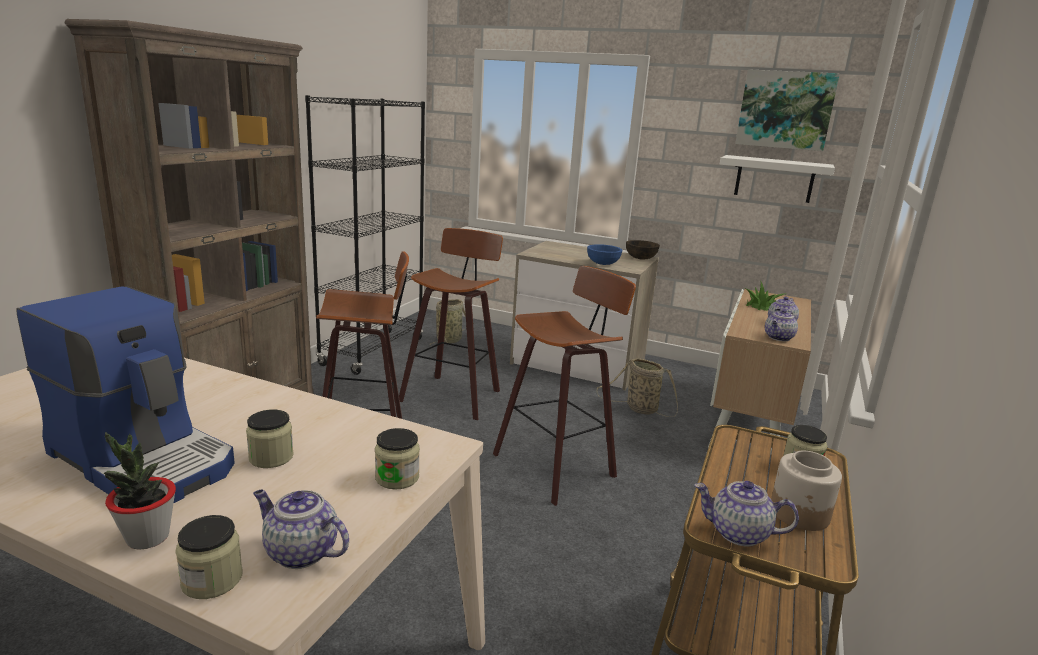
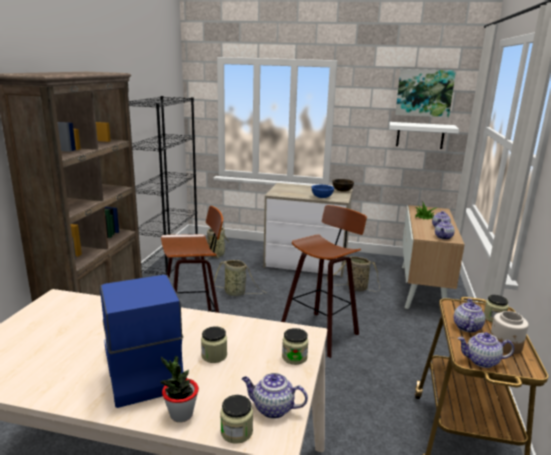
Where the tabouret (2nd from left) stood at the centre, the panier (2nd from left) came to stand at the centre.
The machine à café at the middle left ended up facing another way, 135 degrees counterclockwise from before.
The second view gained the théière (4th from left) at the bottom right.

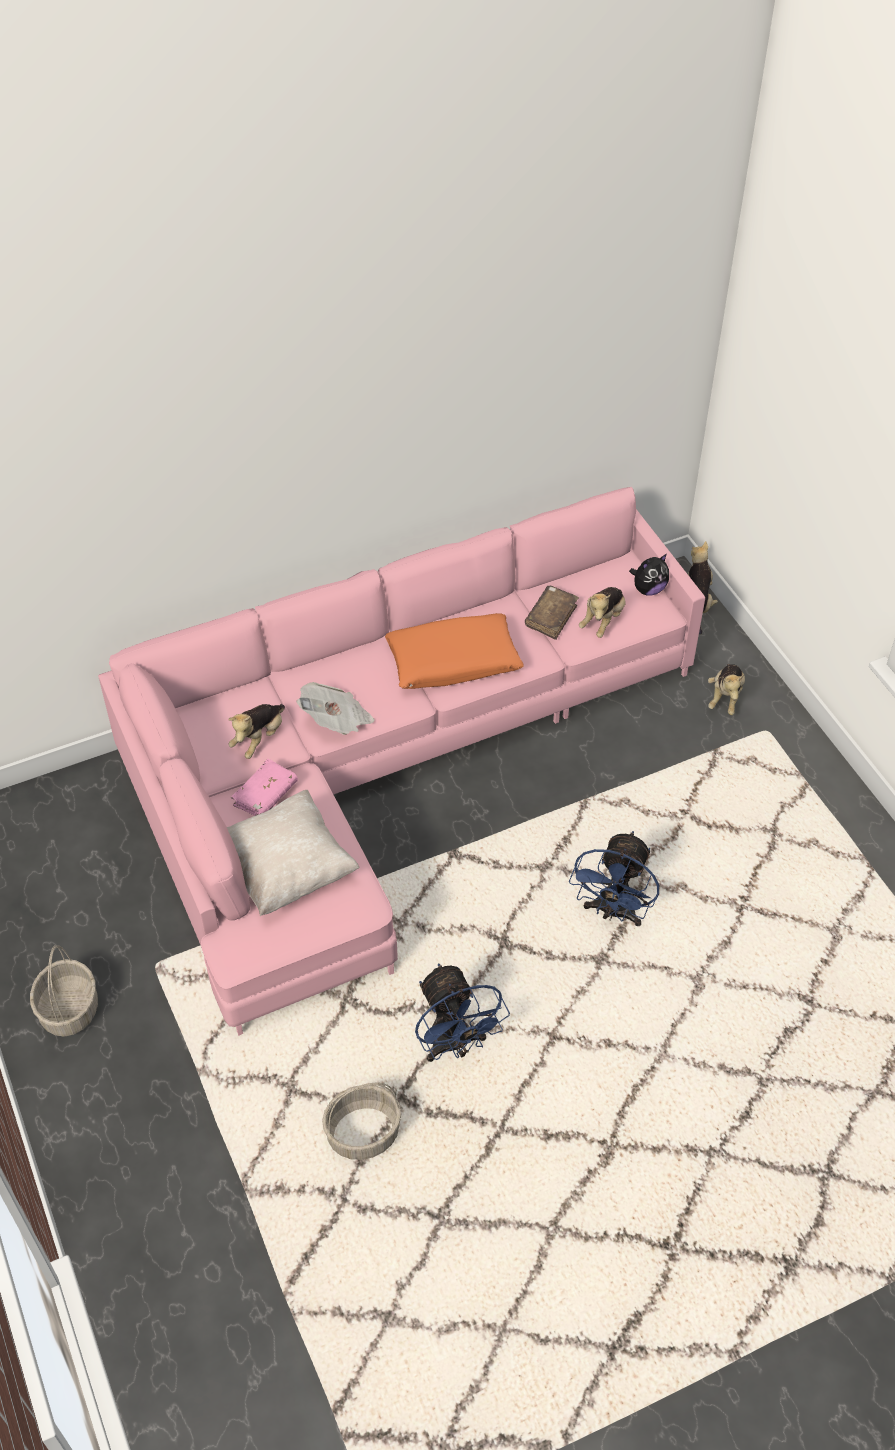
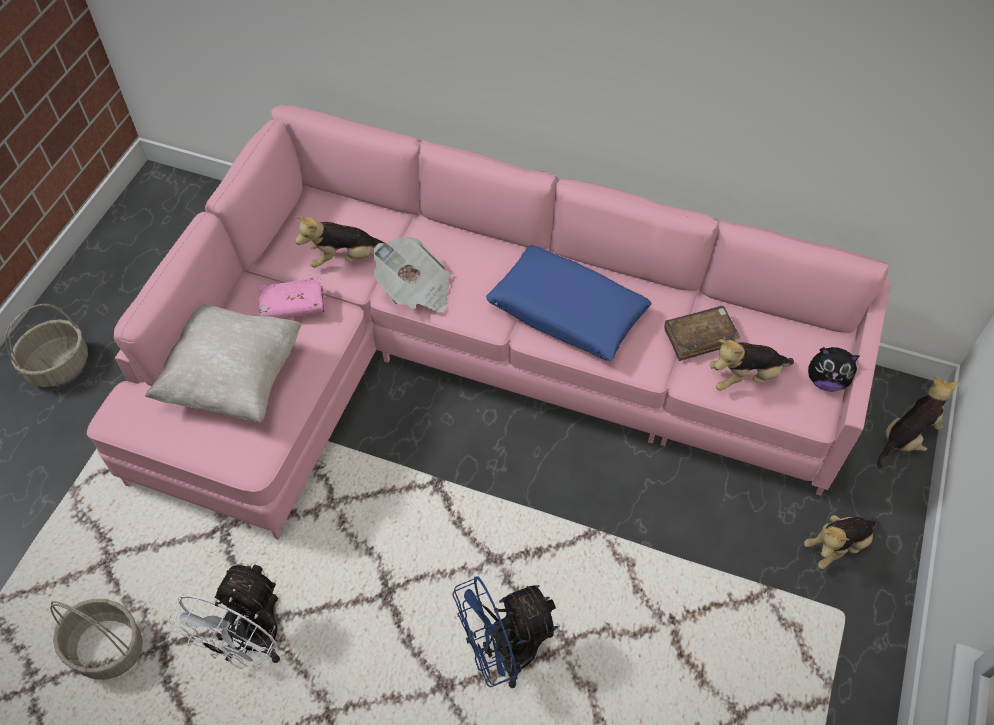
What was the coussin/orange at the centre turned into the coussin/bleu at the centre.
What was the ventilateur/bleu (1st from left) at the bottom centre turned into the ventilateur/blanc at the bottom left.

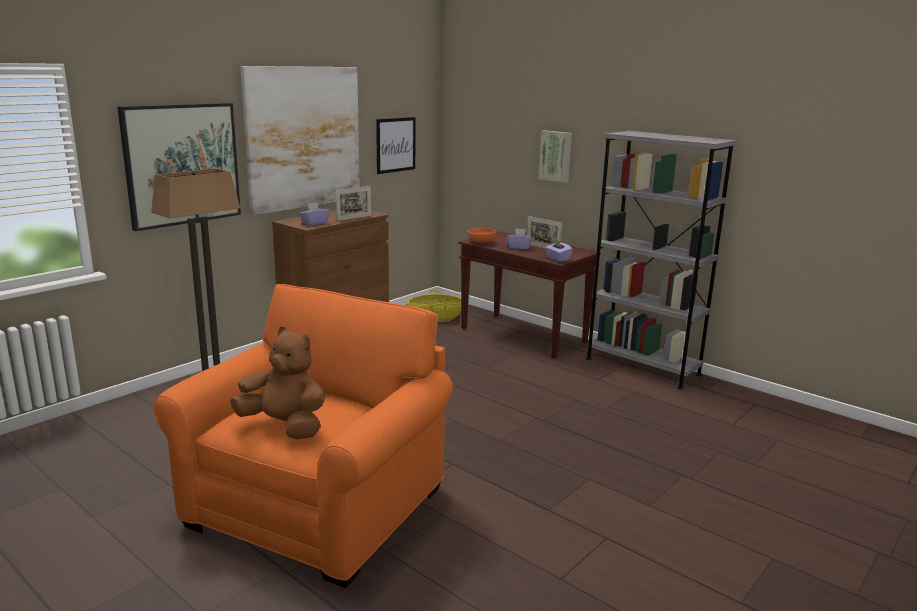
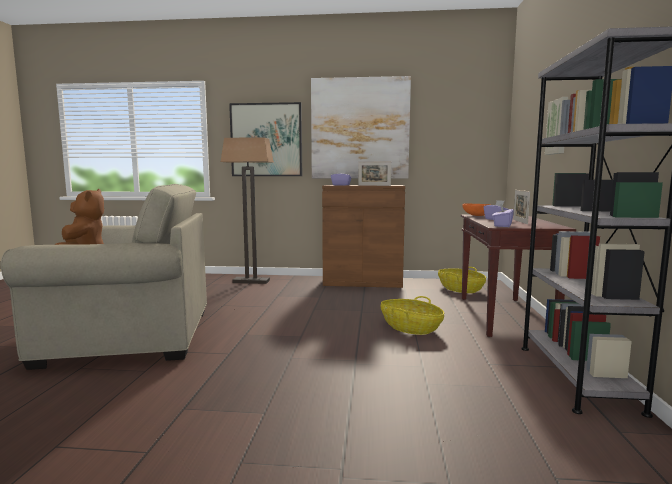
The second view lost the tableau (3rd from left) at the top centre.
What was the fauteuil/orange at the bottom left turned into the fauteuil/beige at the middle left.
The second view gained the panier (1st from left) at the centre.

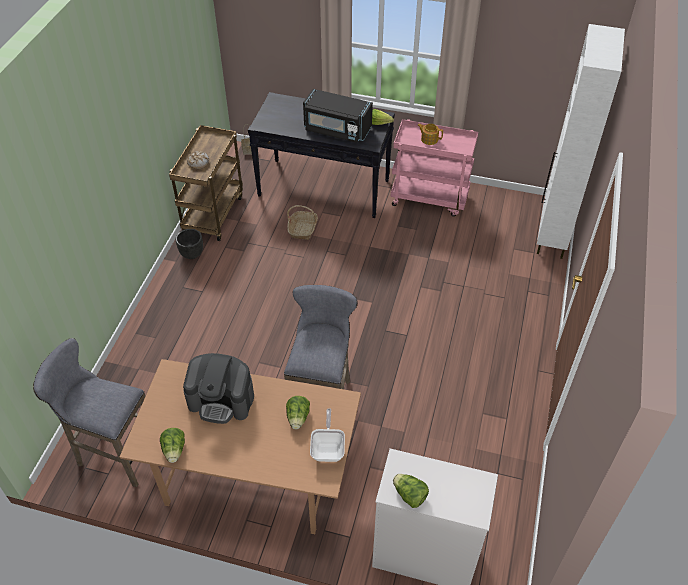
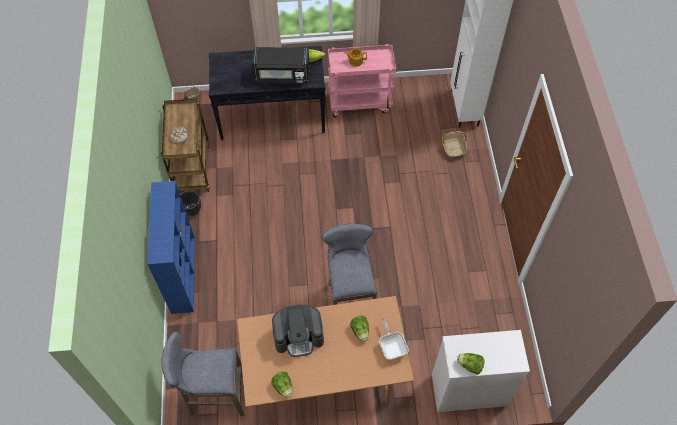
The panier (2nd from left) ended up elsewhere, having gone from the centre to the middle right.
The second view gained the bibliothèque/bleu at the middle left.

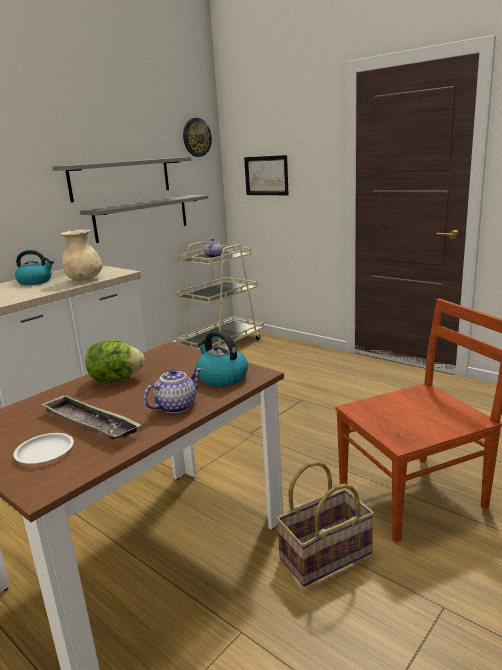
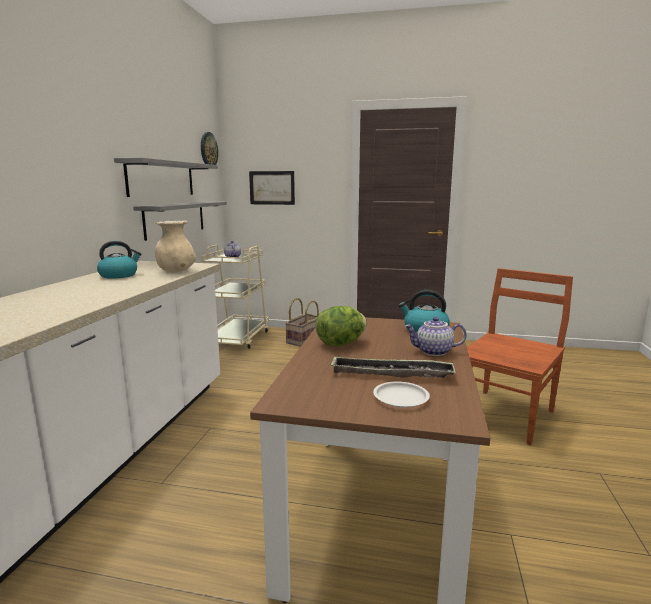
The théière (1st from left in the first image) at the centre ended up facing another way, 105 degrees counterclockwise from before.
The panier ended up elsewhere, having gone from the bottom centre to the centre.

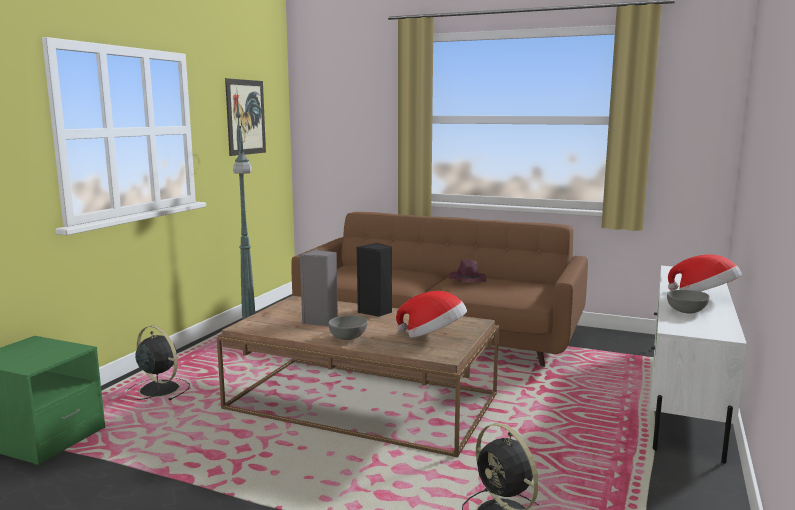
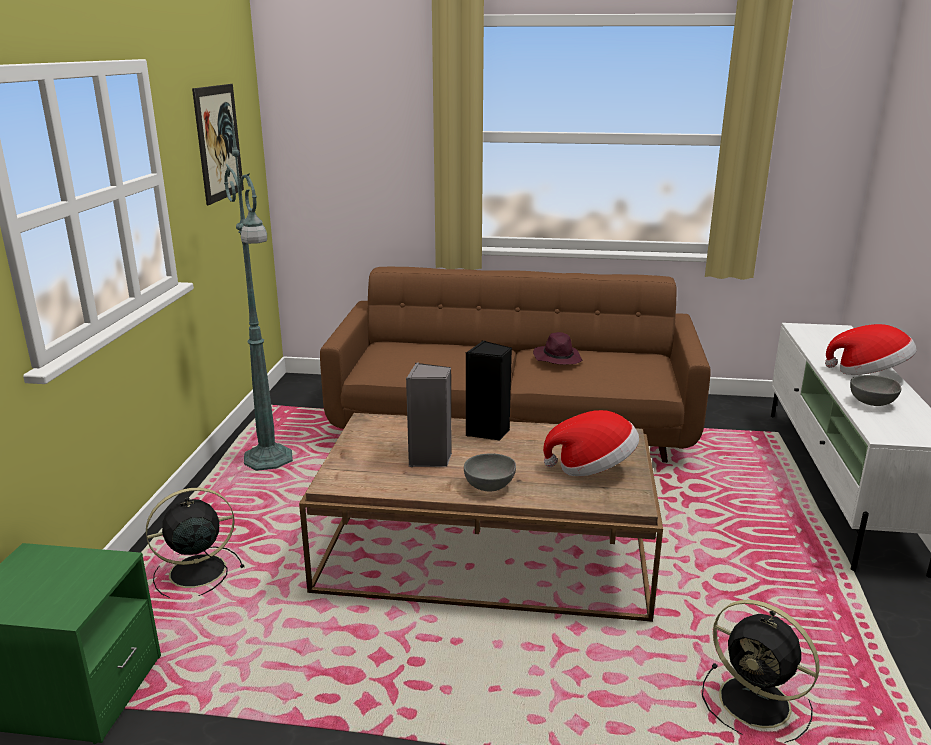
The ventilateur/noir (1st from left) at the bottom left ended up facing another way, 45 degrees counterclockwise from before.

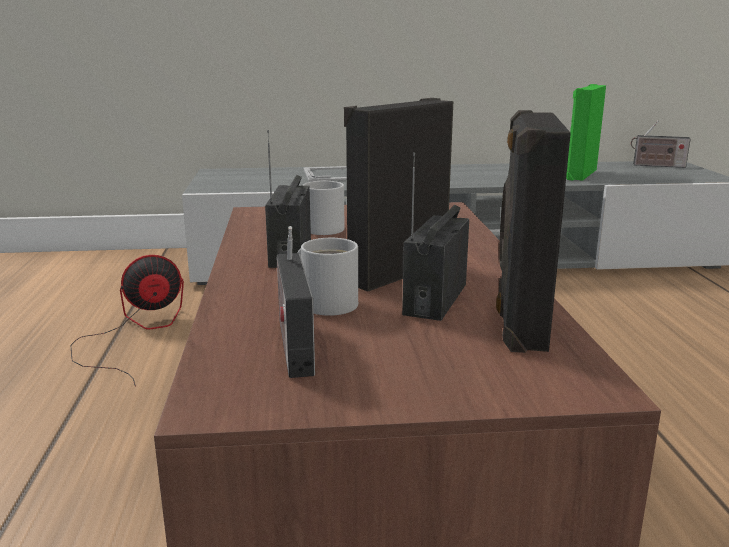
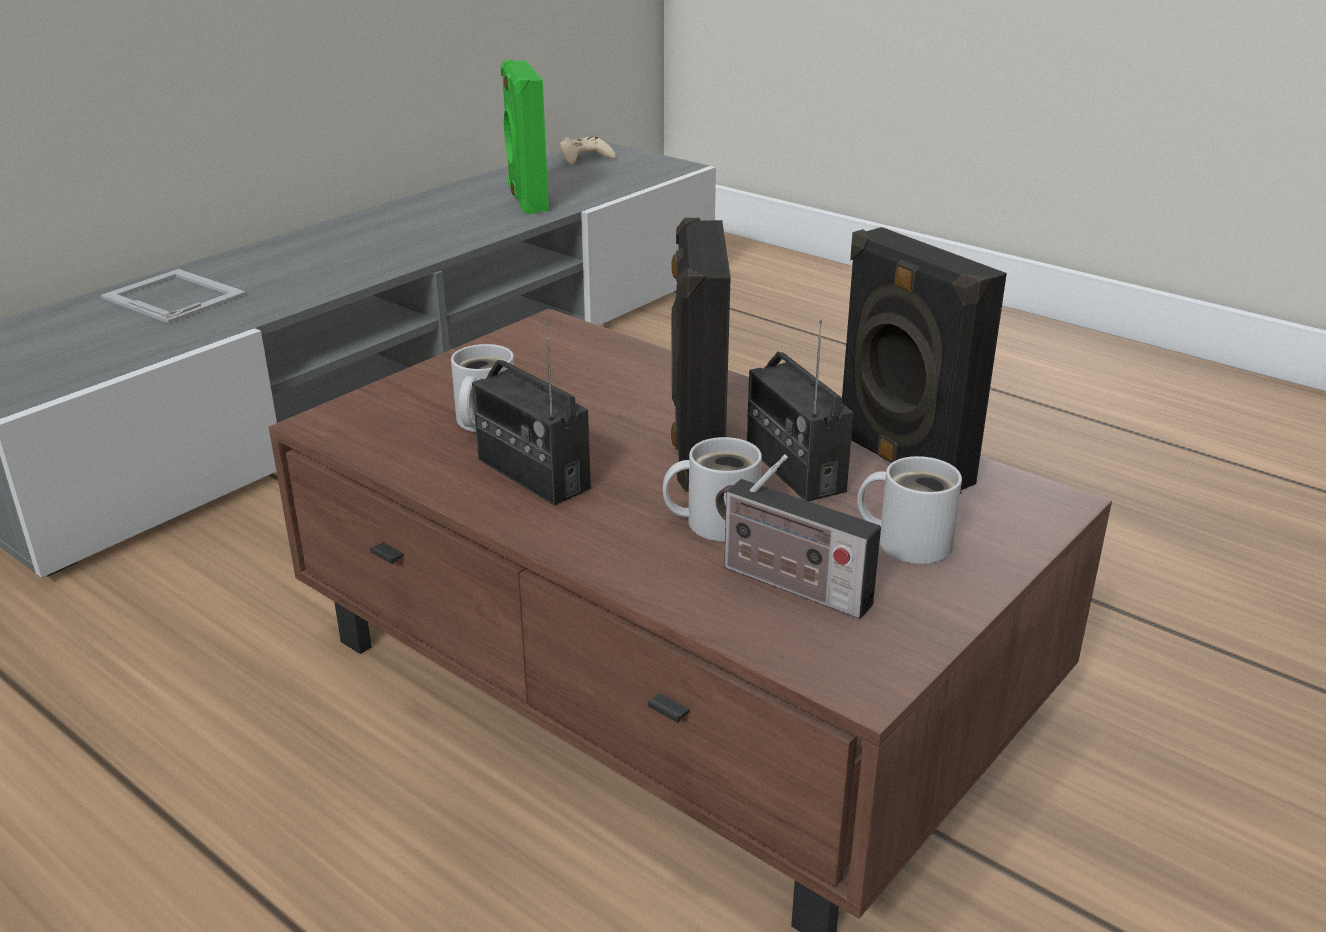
Where the radio (4th from left) stood at the top right, the manette/beige came to stand at the top centre.
The second view lost the ventilateur at the middle left.
The second view gained the mug/blanc (3rd from left) at the middle right.

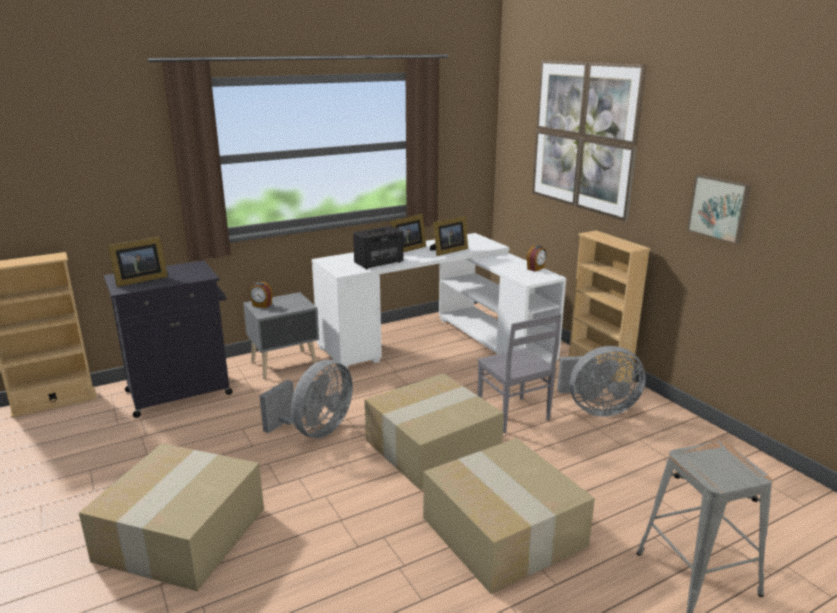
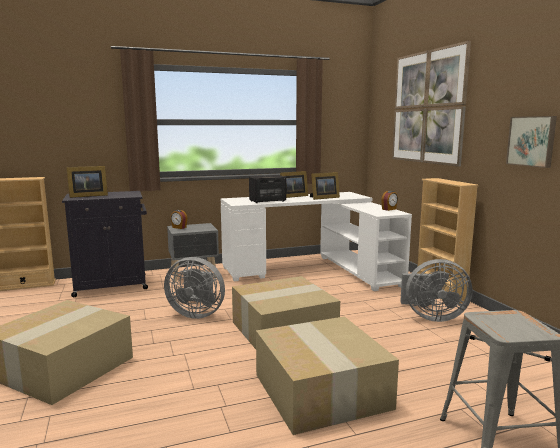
The second view lost the chaise/gris at the centre.
The ventilateur/gris (1st from left) at the centre ended up facing another way, 60 degrees clockwise from before.

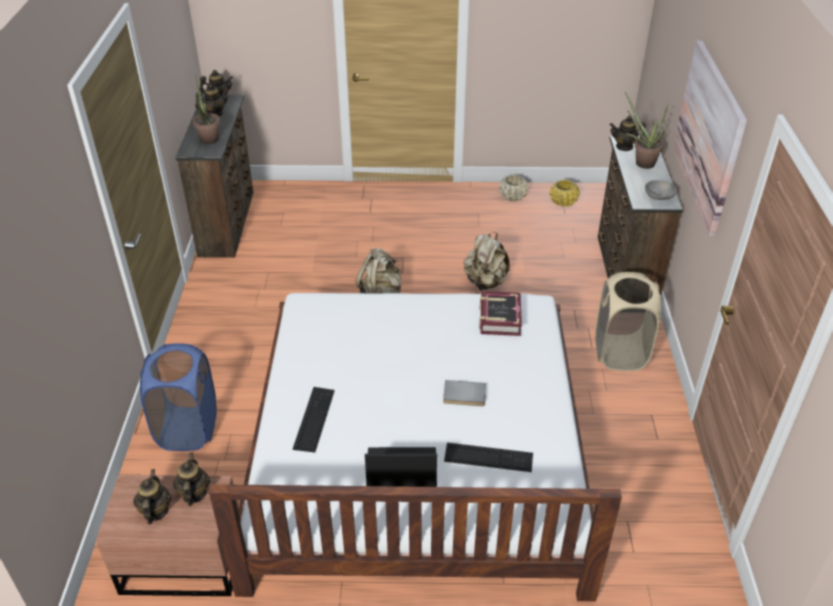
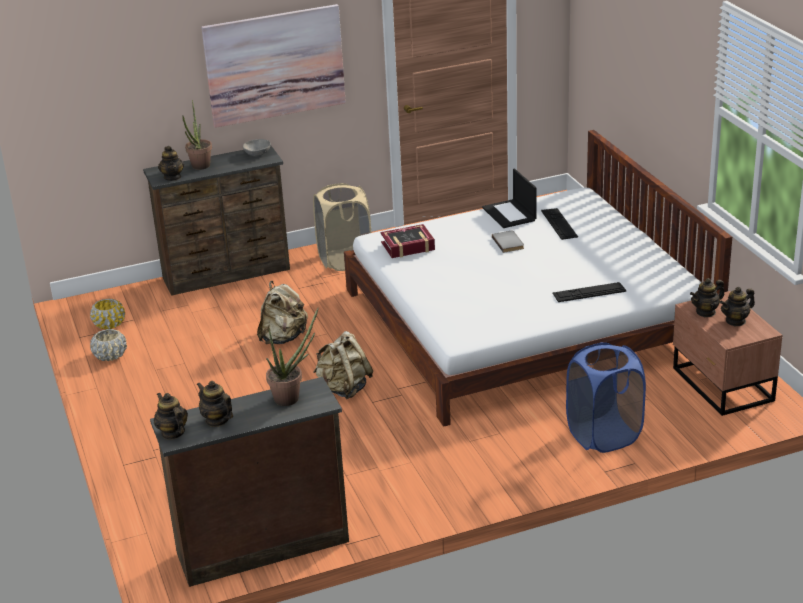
The ordinateur portable ended up elsewhere, having gone from the bottom centre to the top centre.

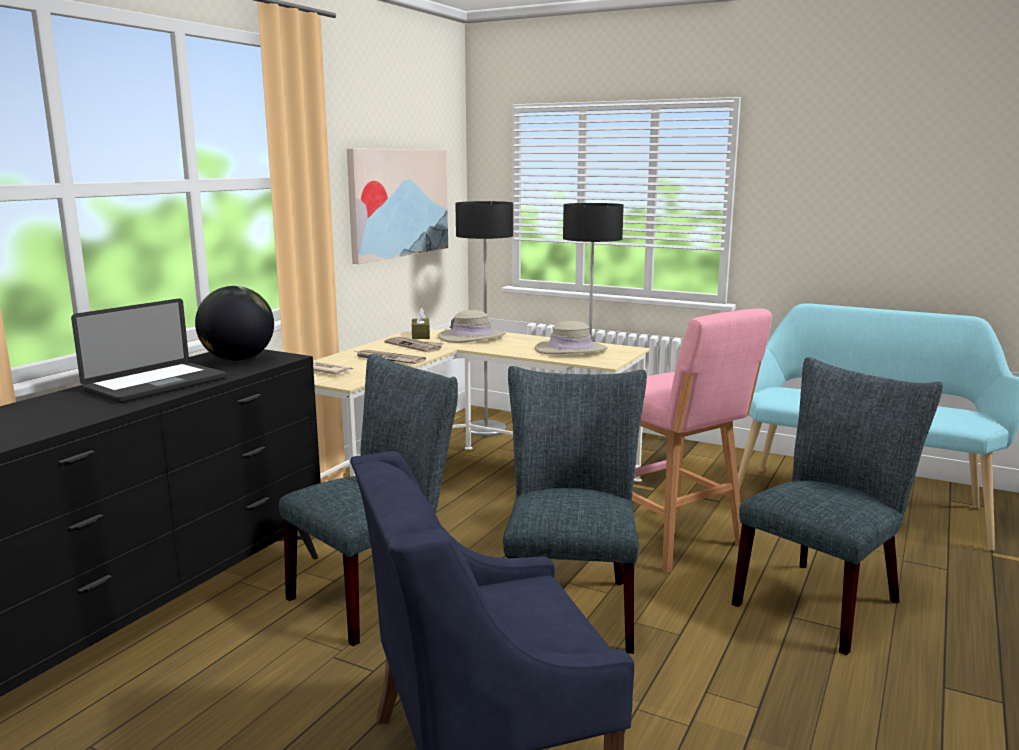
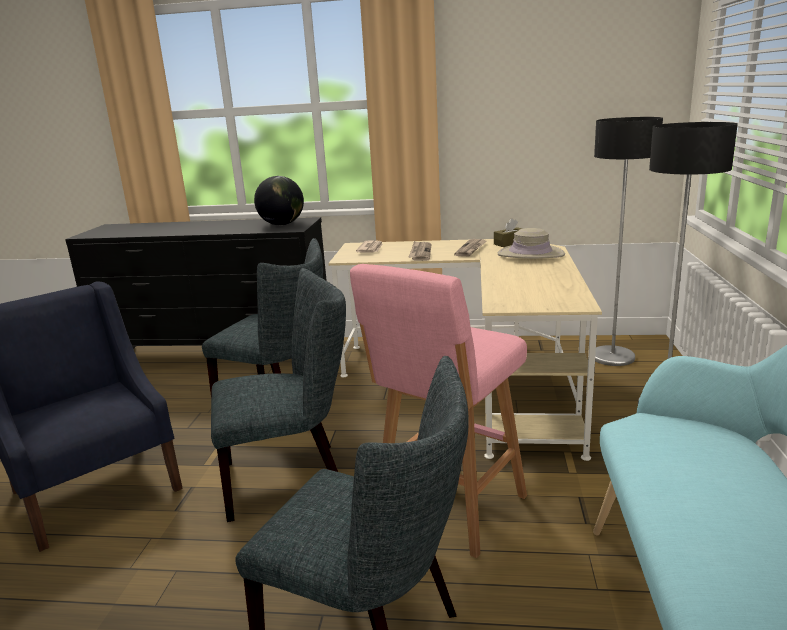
The second view lost the tableau at the top centre.
The second view lost the ordinateur portable at the middle left.
The second view lost the chapeau/beige (2nd from left) at the centre.

